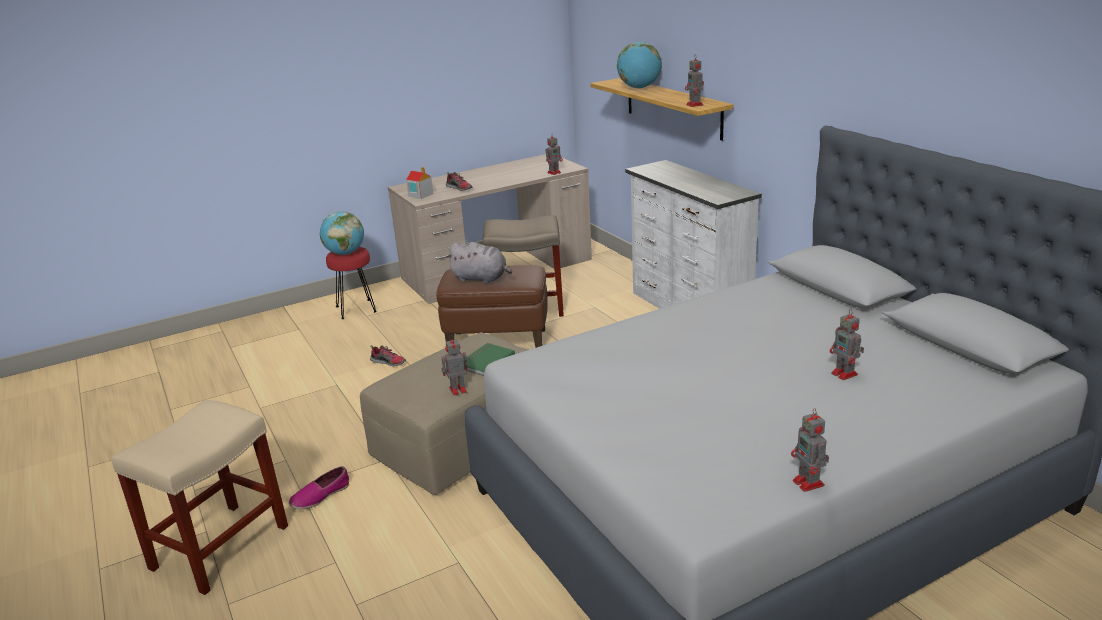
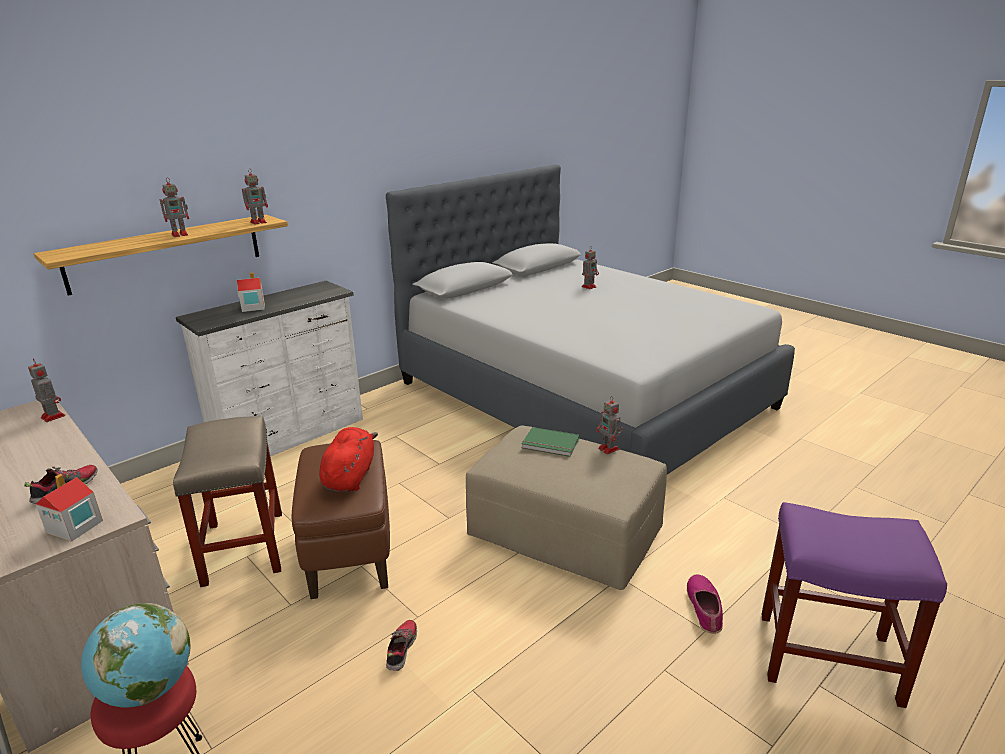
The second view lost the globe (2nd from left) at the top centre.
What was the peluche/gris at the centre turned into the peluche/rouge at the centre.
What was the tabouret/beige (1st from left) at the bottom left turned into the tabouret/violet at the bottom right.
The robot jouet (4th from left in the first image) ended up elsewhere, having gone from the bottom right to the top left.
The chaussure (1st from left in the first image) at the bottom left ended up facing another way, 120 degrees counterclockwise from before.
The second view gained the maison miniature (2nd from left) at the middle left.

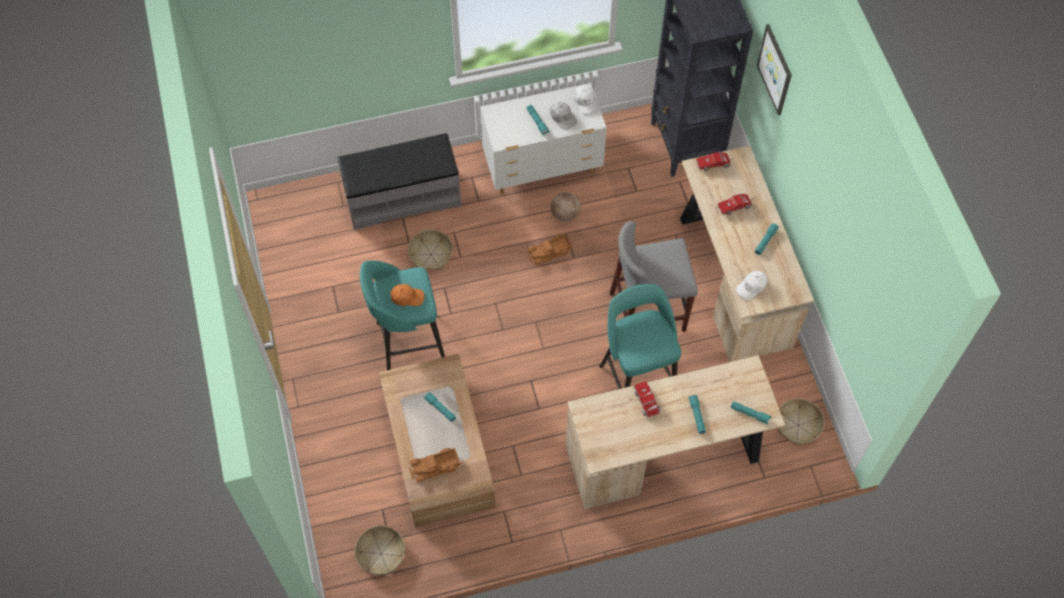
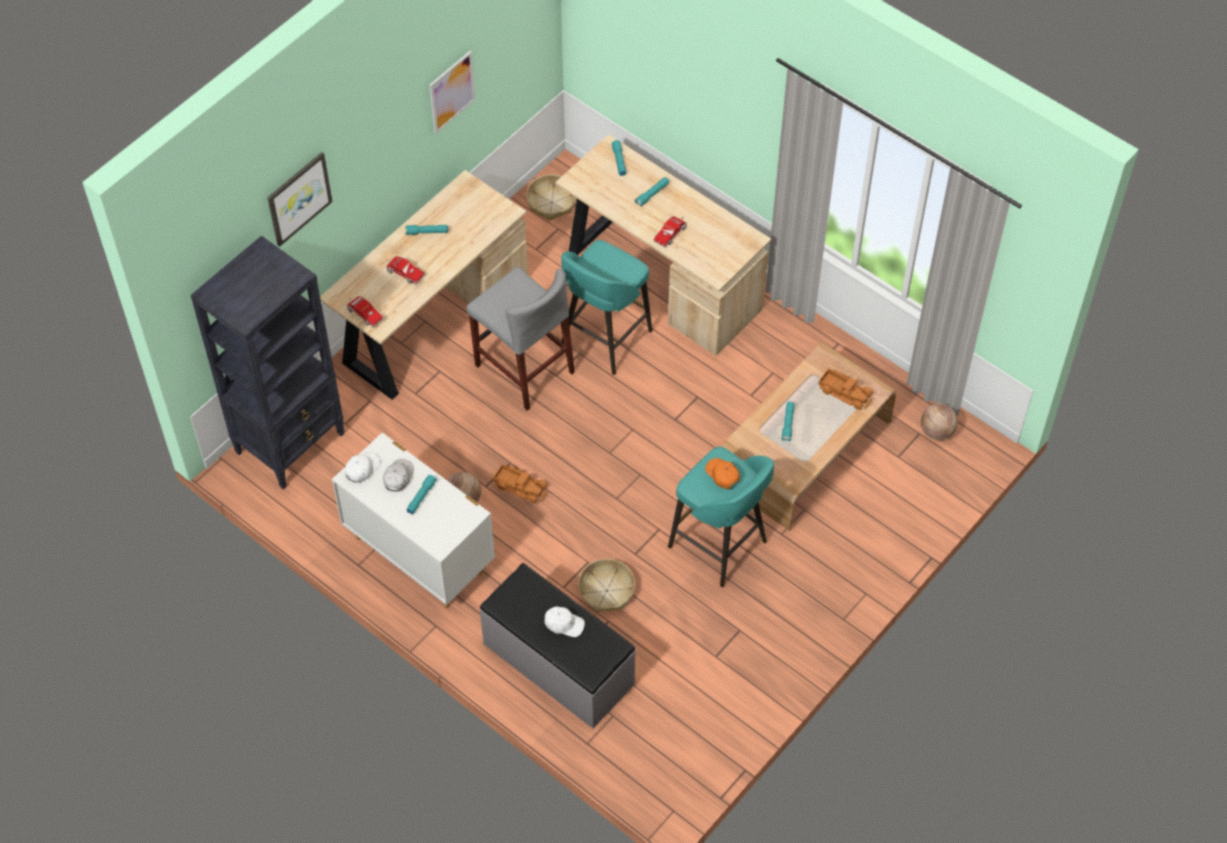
The casquette/blanc (3rd from left) ended up elsewhere, having gone from the middle right to the bottom centre.
Where the panier (1st from left) stood at the bottom centre, the ballon de basket (2nd from left) came to stand at the middle right.
The second view gained the tableau (2nd from left) at the top centre.

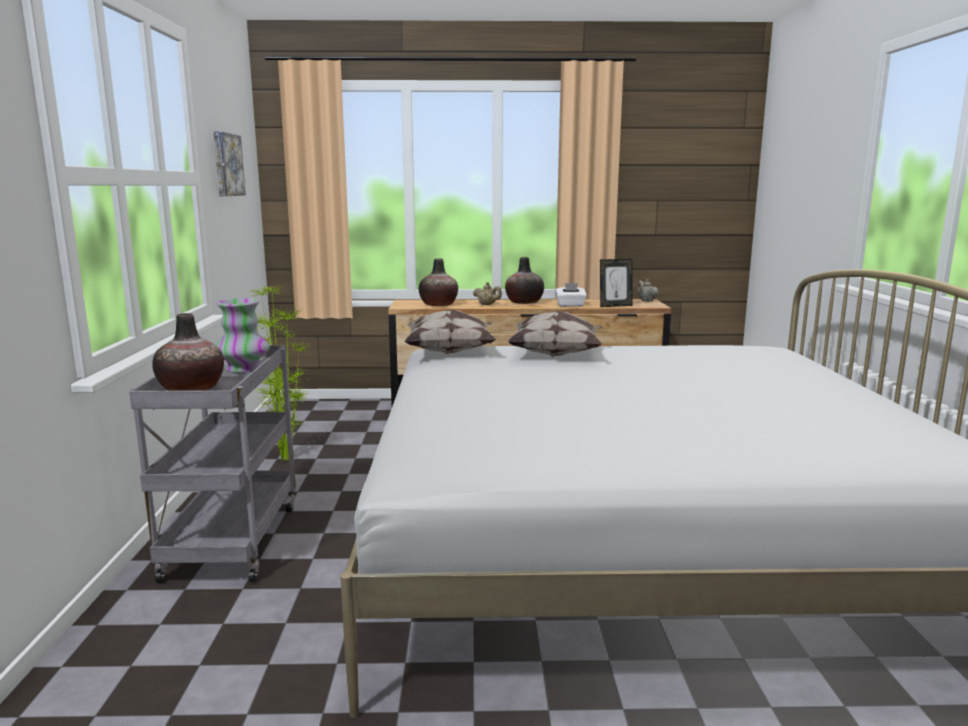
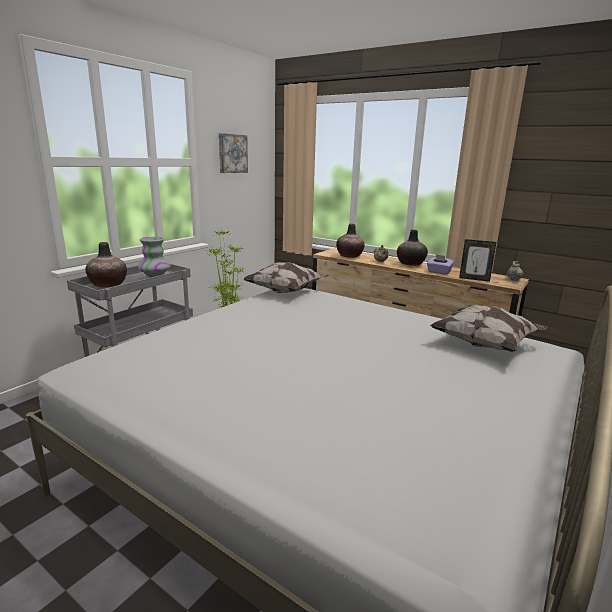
What was the boîte à mouchoirs/blanc at the centre turned into the boîte à mouchoirs/violet at the middle right.
The coussin (2nd from left) ended up elsewhere, having gone from the centre to the middle right.

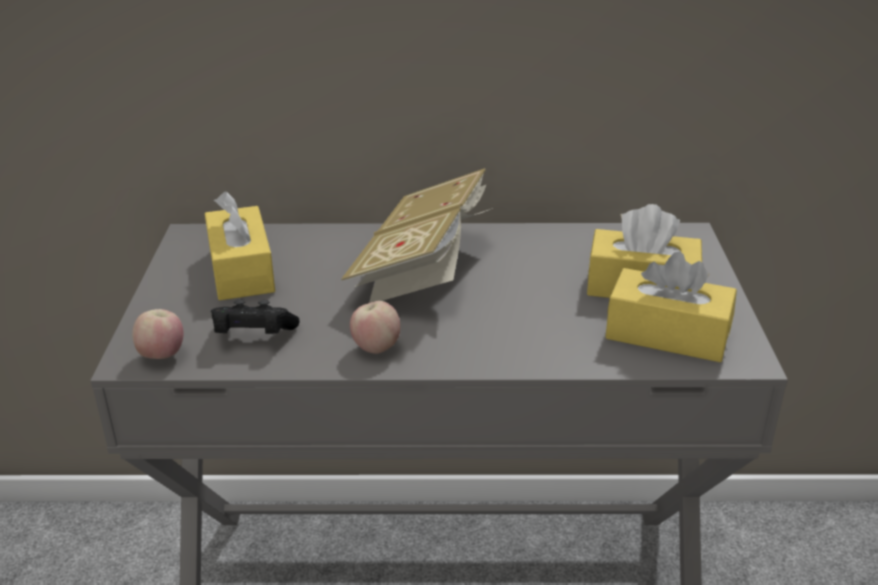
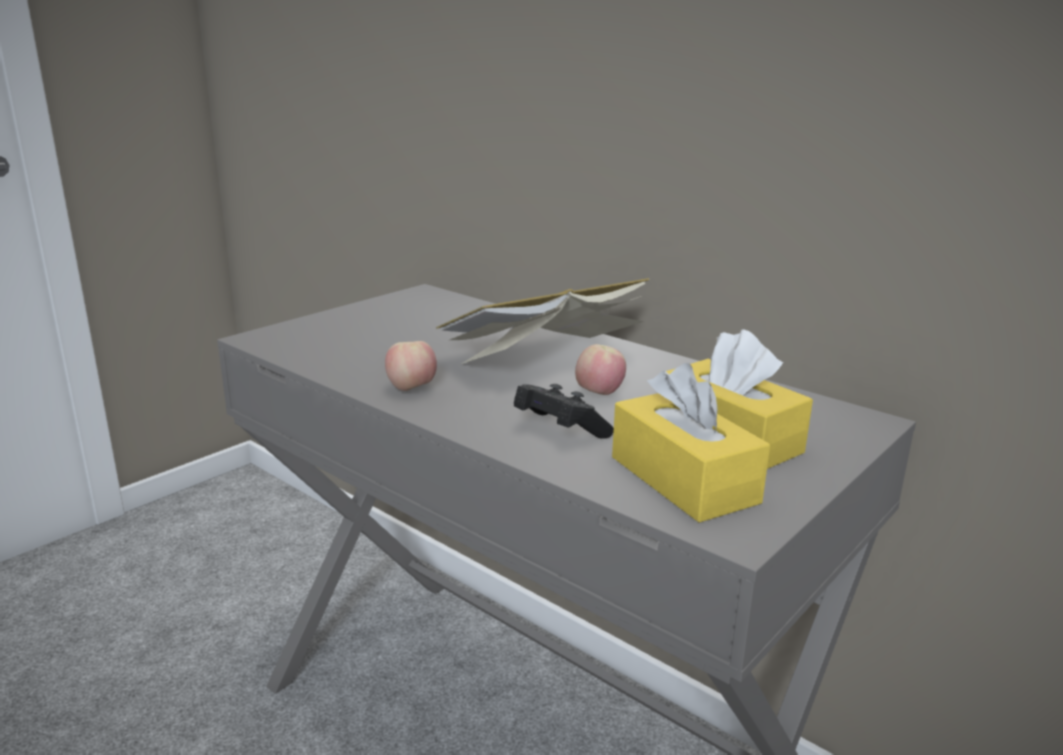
The second view lost the boîte à mouchoirs/jaune (1st from left) at the middle left.
The manette/noir ended up elsewhere, having gone from the middle left to the centre.
The pomme (1st from left in the first image) ended up elsewhere, having gone from the middle left to the centre.

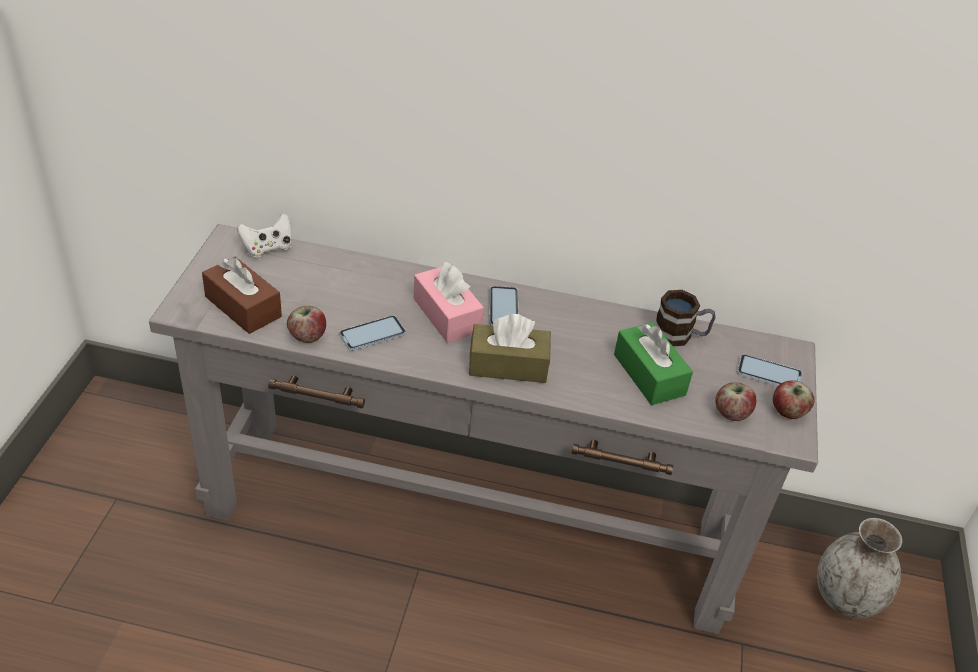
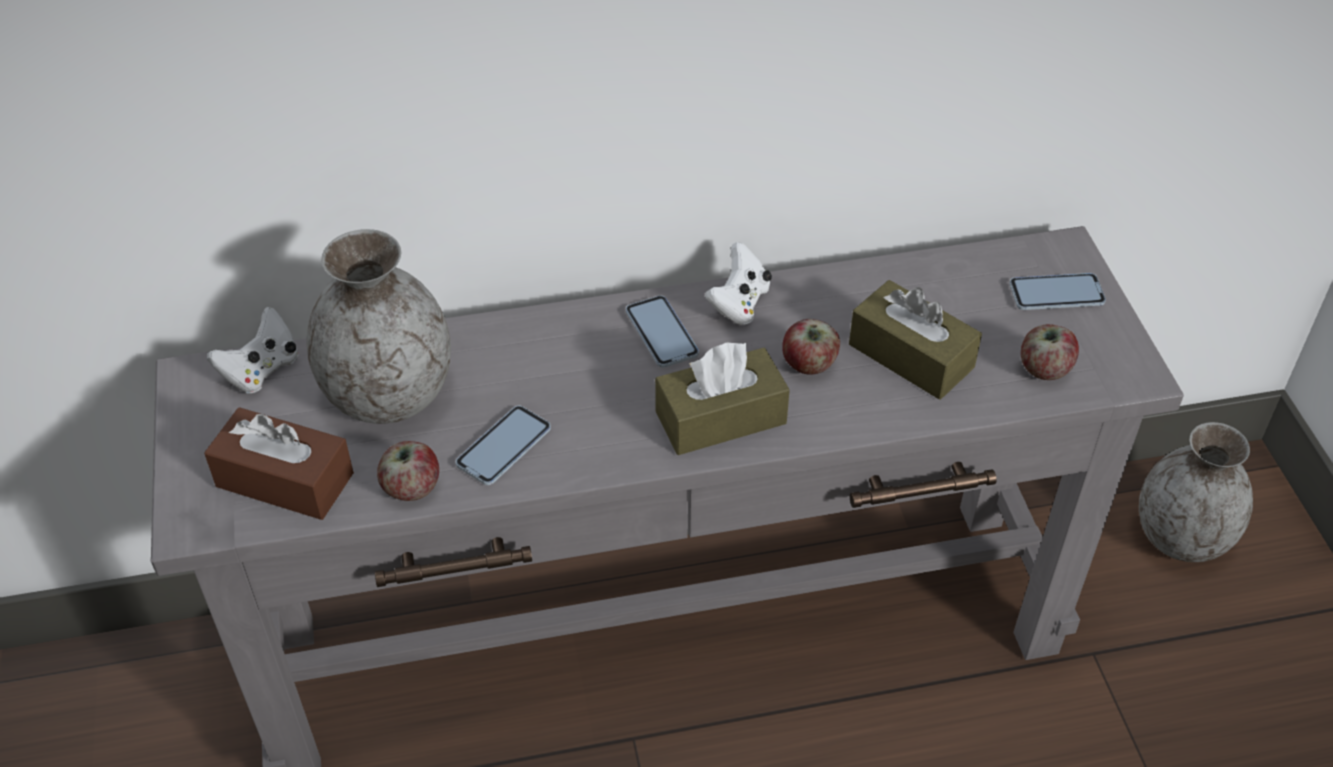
The second view lost the boîte à mouchoirs/rose at the centre.
The second view lost the mug at the middle right.
What was the boîte à mouchoirs/vert at the middle right turned into the boîte à mouchoirs/marron (3rd from left) at the middle right.
The pomme (3rd from left in the first image) ended up elsewhere, having gone from the middle right to the centre.
The second view gained the vase/gris (1st from left) at the middle left.
The second view gained the manette/blanc (2nd from left) at the centre.

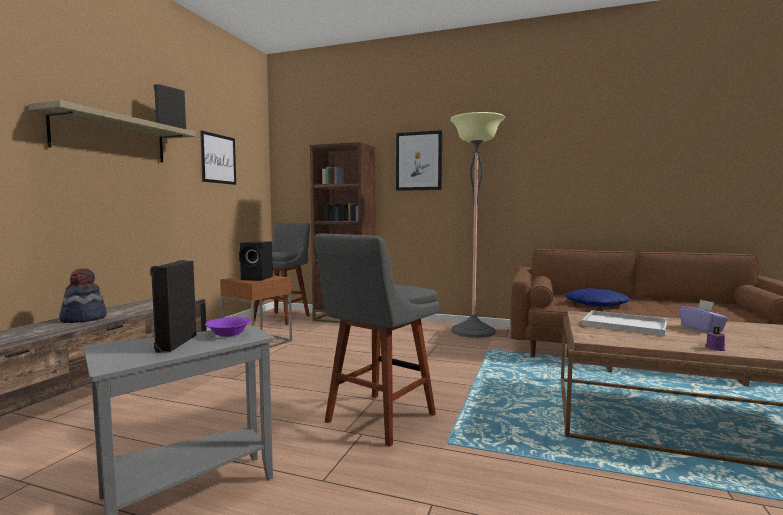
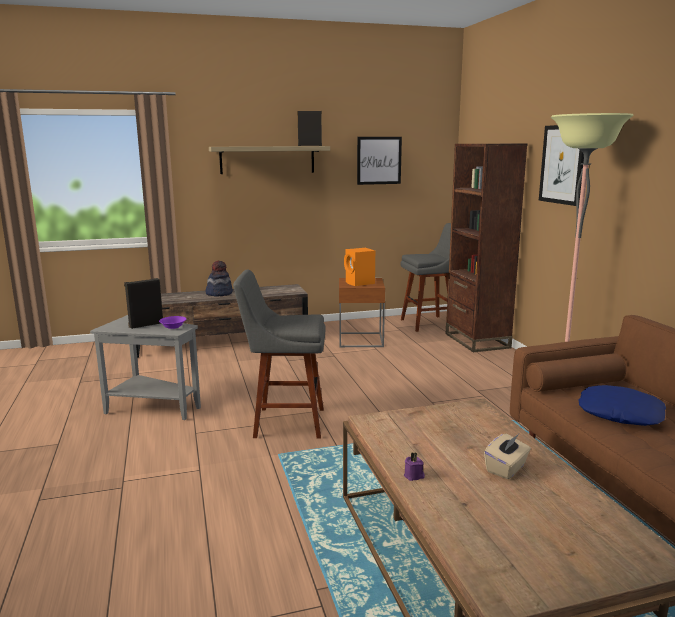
What was the enceinte/noir (3rd from left) at the middle left turned into the enceinte/orange at the centre.
What was the boîte à mouchoirs/violet at the middle right turned into the boîte à mouchoirs/beige at the bottom right.
The second view lost the plateau/blanc at the middle right.

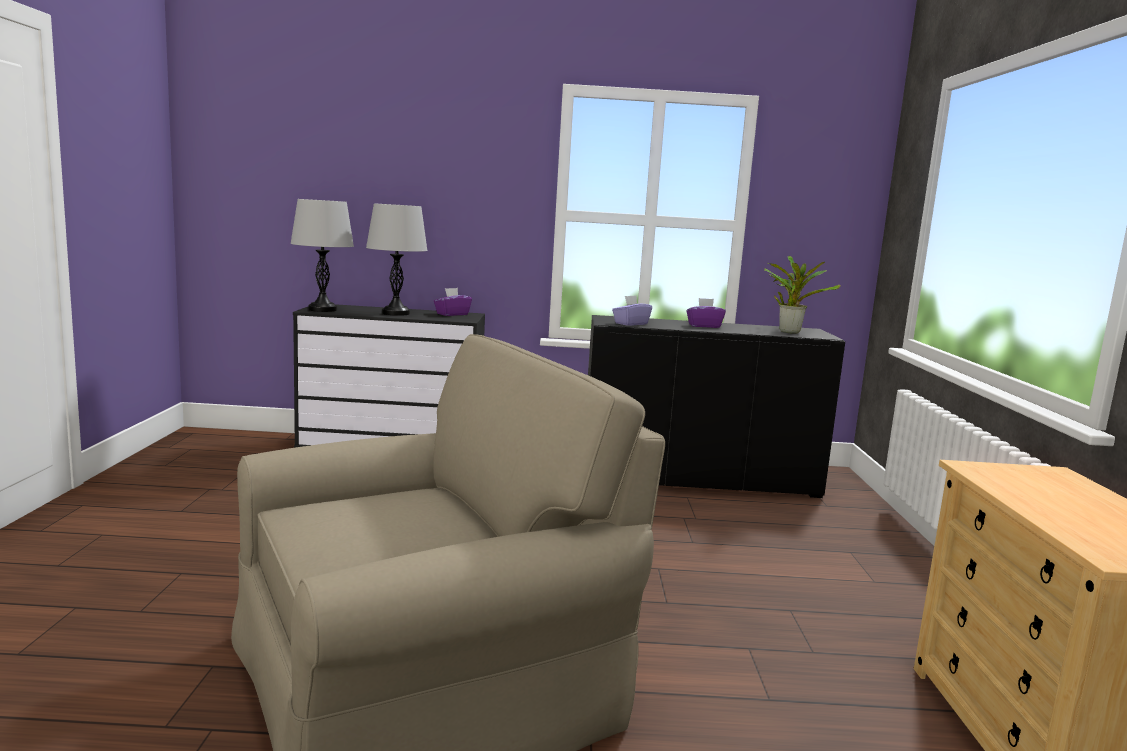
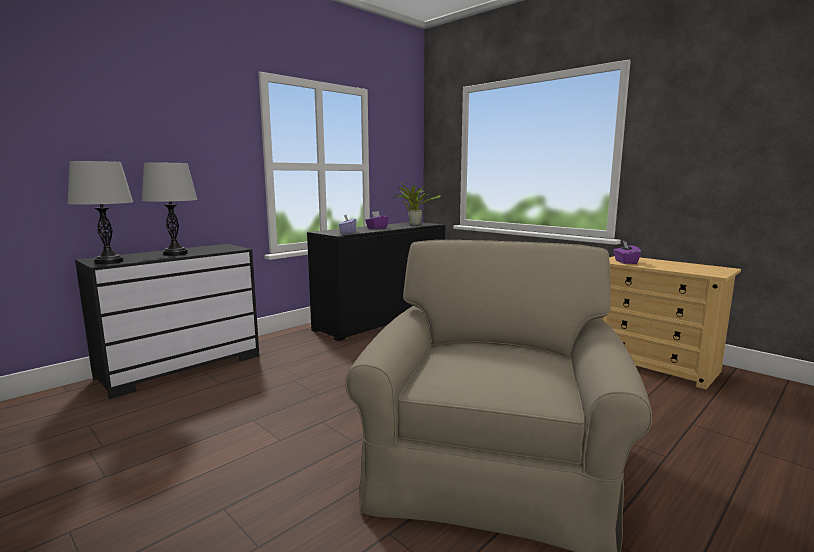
The boîte à mouchoirs/violet (1st from left in the first image) ended up elsewhere, having gone from the centre to the middle right.

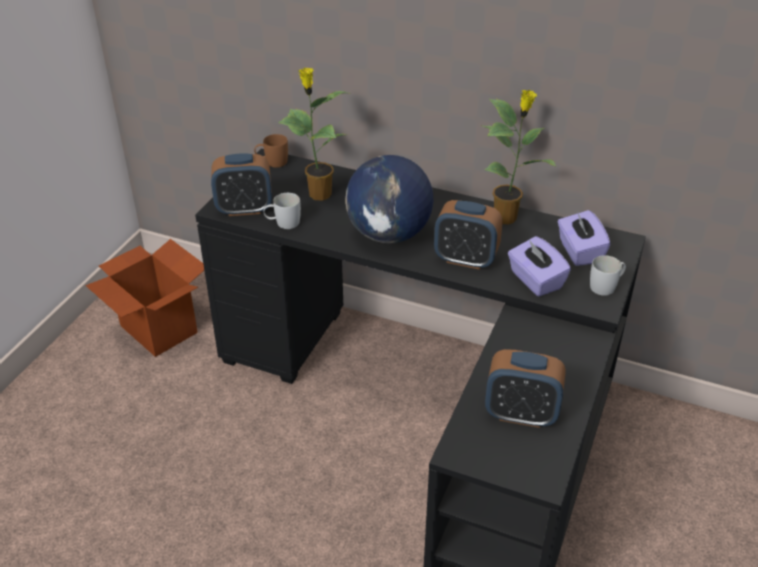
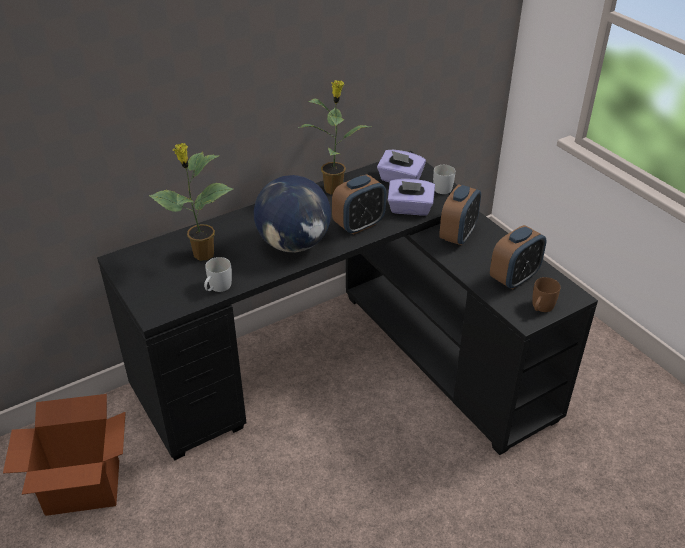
The mug/marron ended up elsewhere, having gone from the top centre to the middle right.
The réveil (1st from left in the first image) ended up elsewhere, having gone from the top left to the middle right.

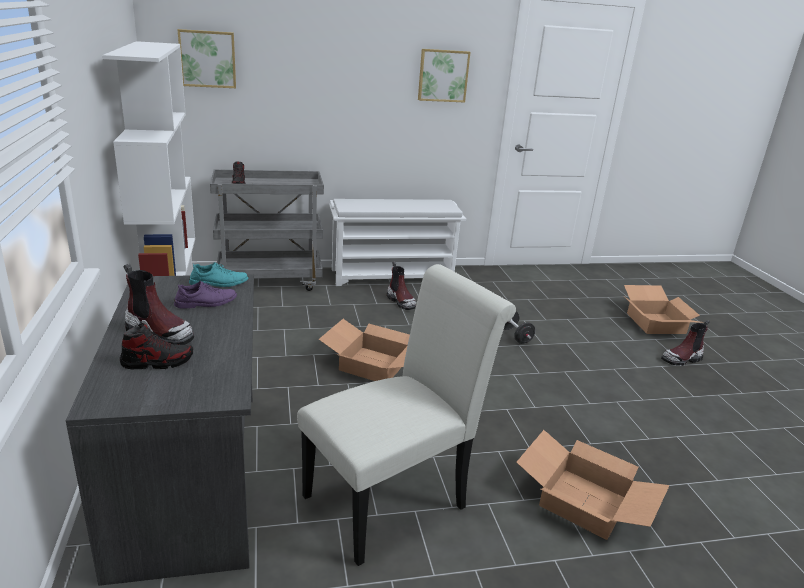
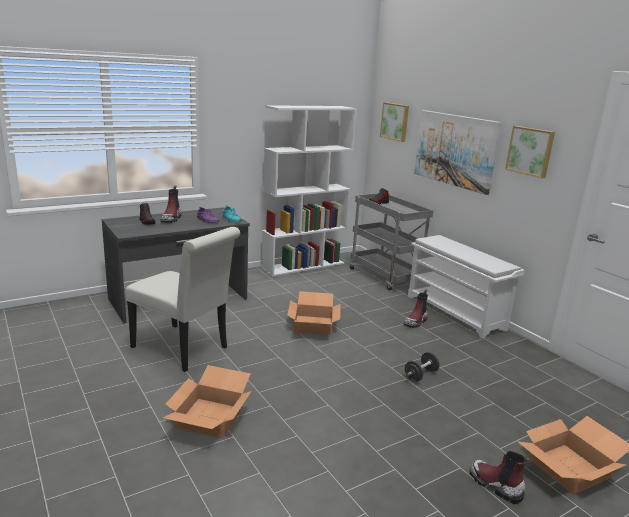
The second view gained the tableau (2nd from left) at the top right.

